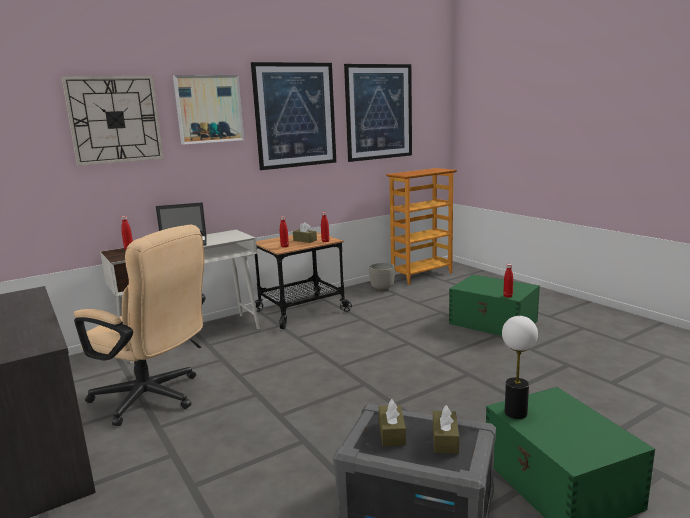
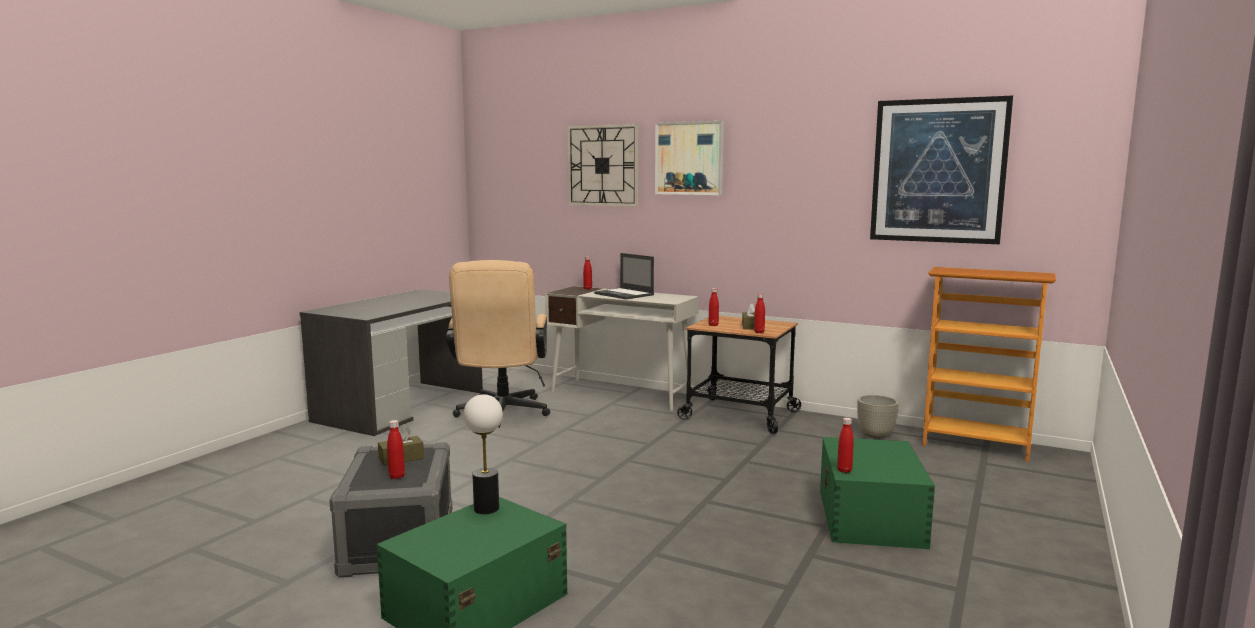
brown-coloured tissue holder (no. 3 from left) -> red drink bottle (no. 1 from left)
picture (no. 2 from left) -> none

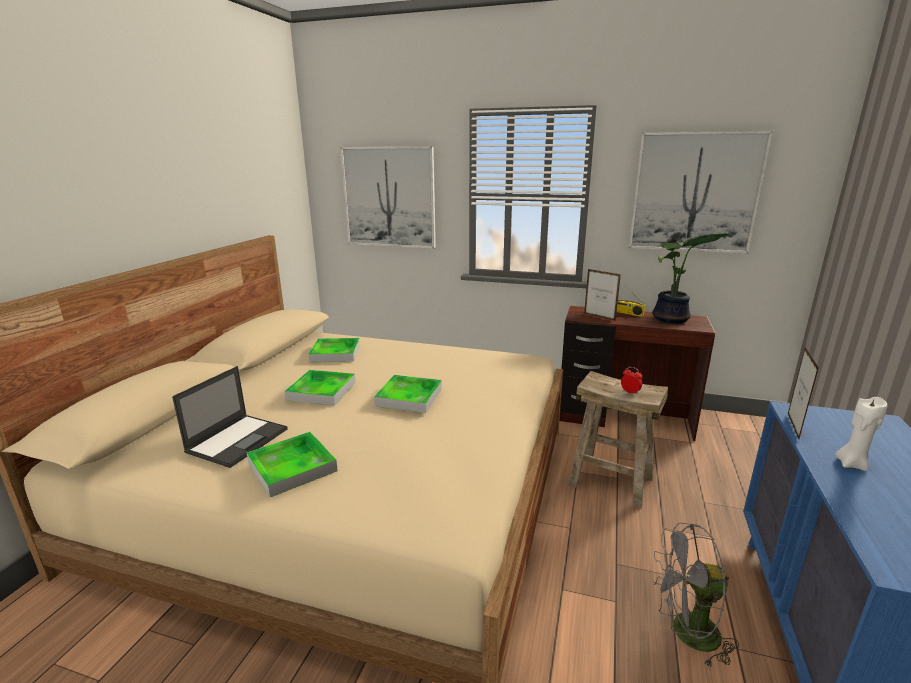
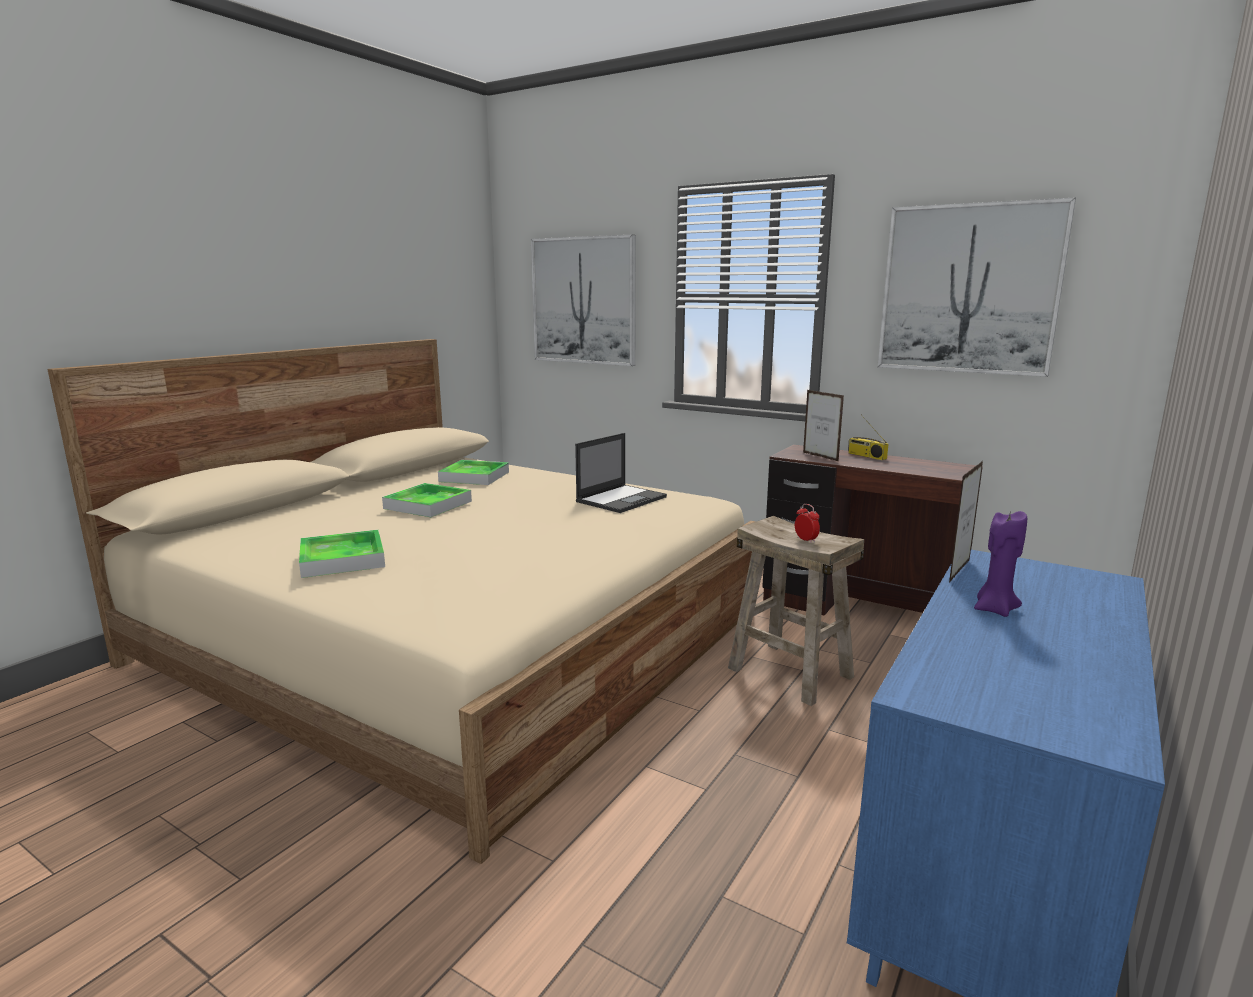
notebook computer, relocated
white wax candle -> purple wax candle
tray (no. 4 from left) -> none
houseplant -> none
gray fan -> none

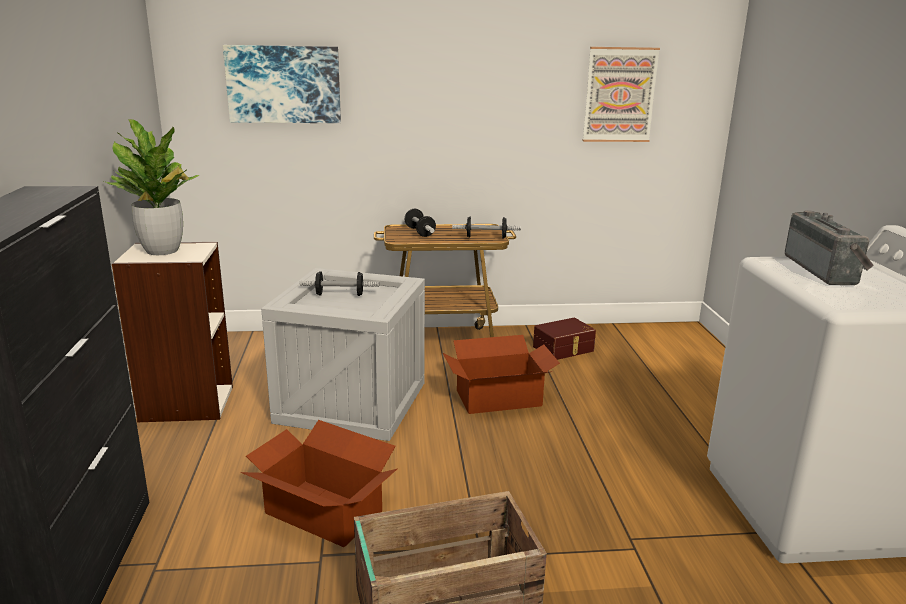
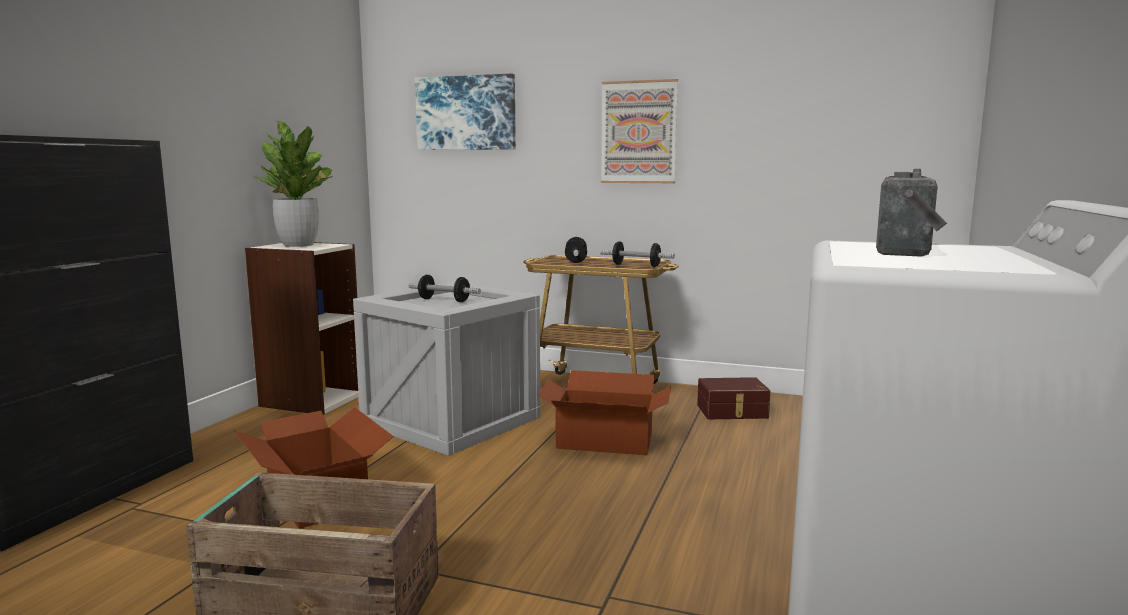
picture (no. 2 from left), relocated

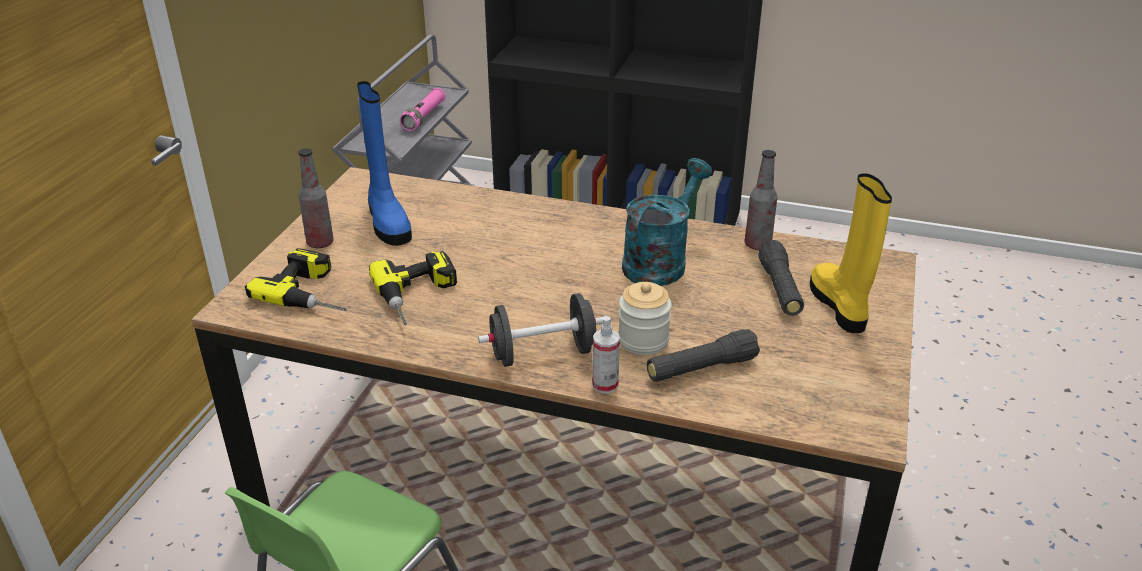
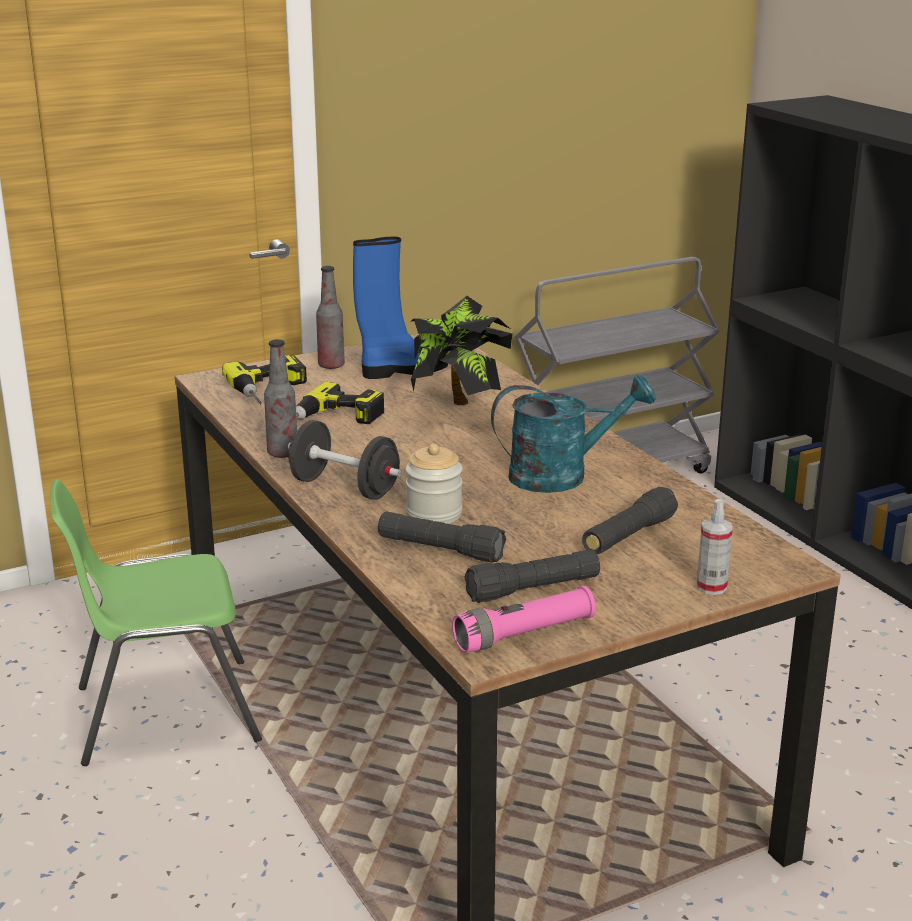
drink bottle (no. 2 from left in the first image) -> drink bottle (no. 1 from left), relocated
bluish high-top boot, 135 degrees counterclockwise
none -> houseplant
pink-coloured hand torch, relocated
none -> black hand torch (no. 2 from left)
sprayer, relocated
yellow high-top boot -> none

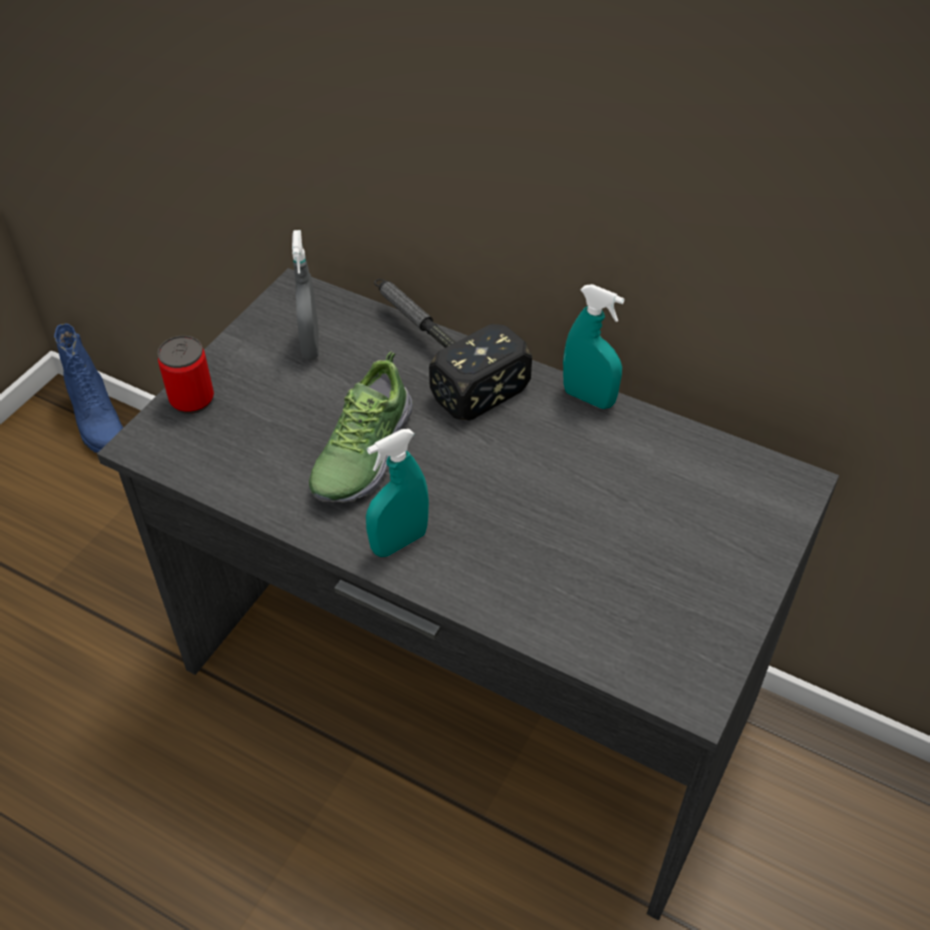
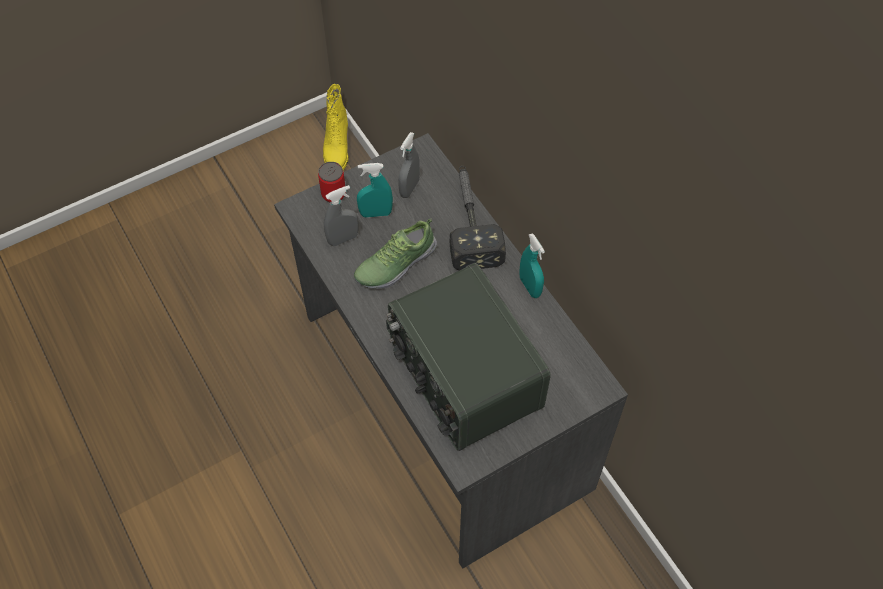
bluish high-top boot -> yellow high-top boot
none -> gray sprayer (no. 1 from left)
blue-green sprayer (no. 1 from left), relocated
none -> radio

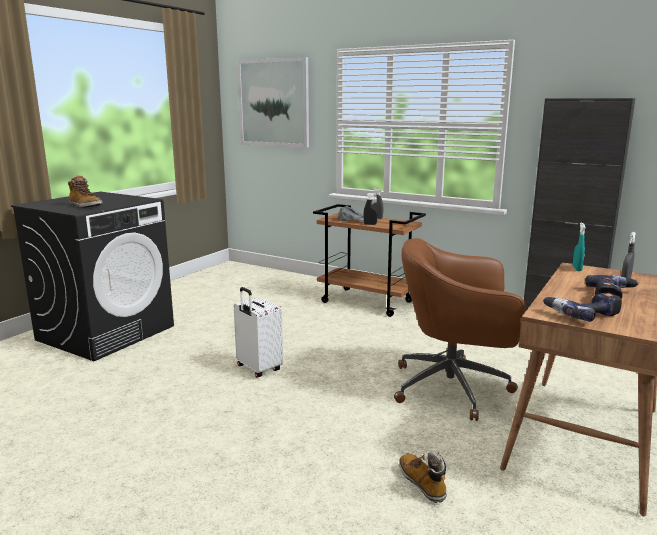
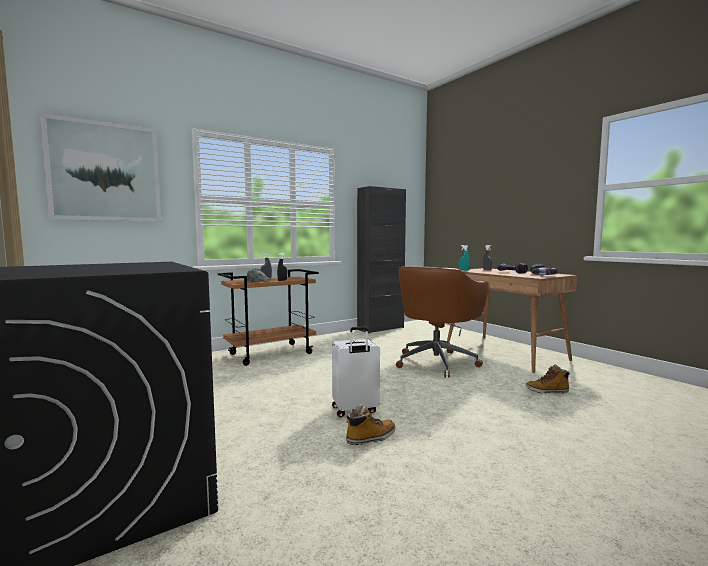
high-top boot (no. 1 from left), relocated

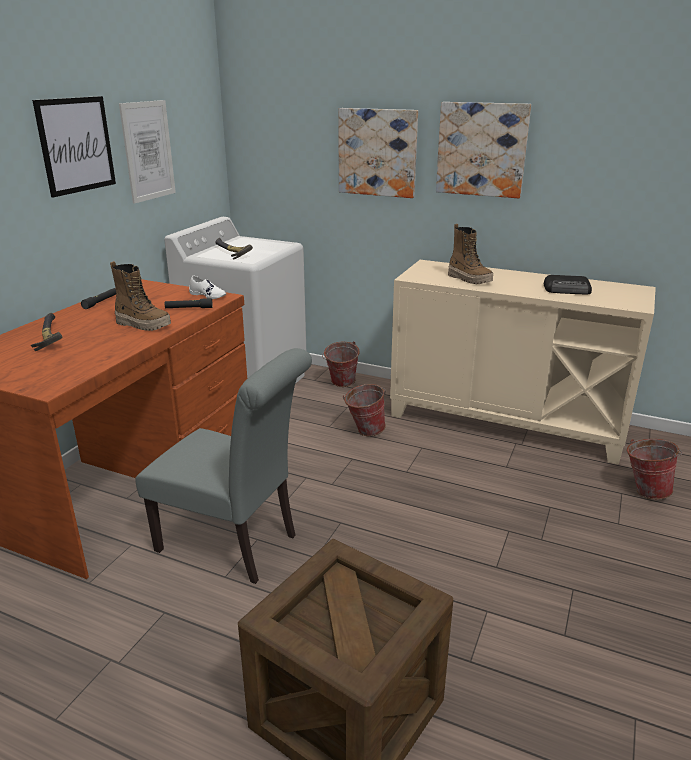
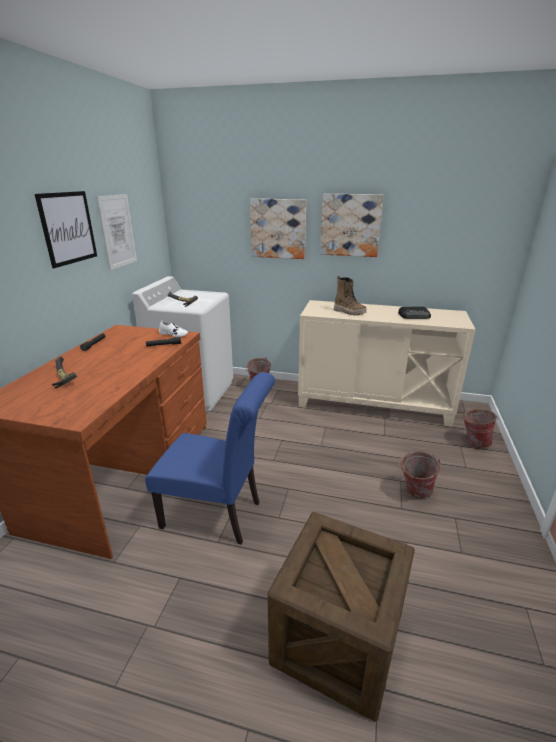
gray upright chair -> bluish upright chair
pail (no. 2 from left), relocated
high-top boot (no. 1 from left) -> none

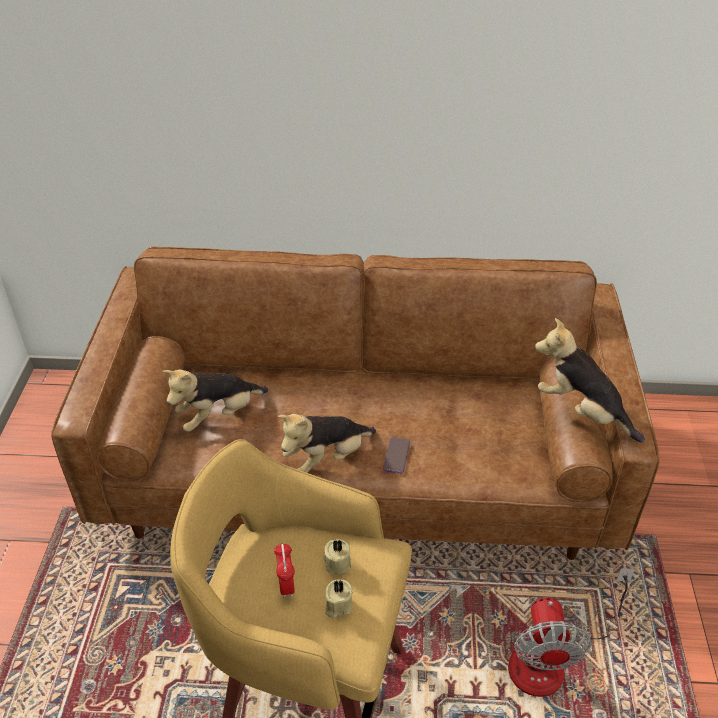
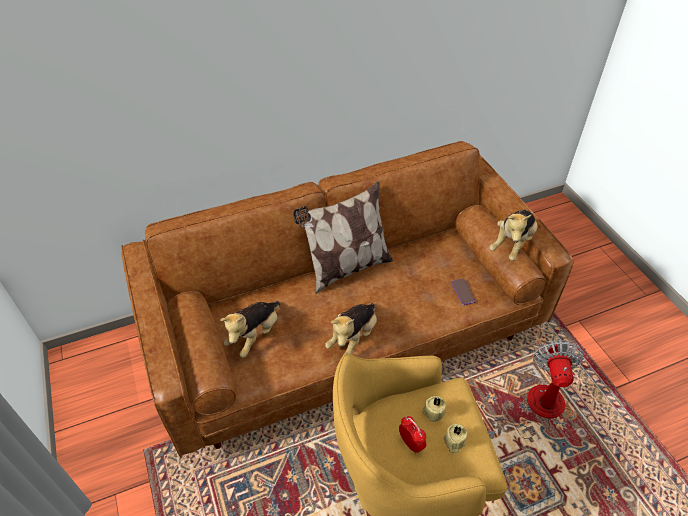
none -> throw pillow
telephone, relocated
fan, 150 degrees counterclockwise
cuddly toy (no. 3 from left), 75 degrees counterclockwise

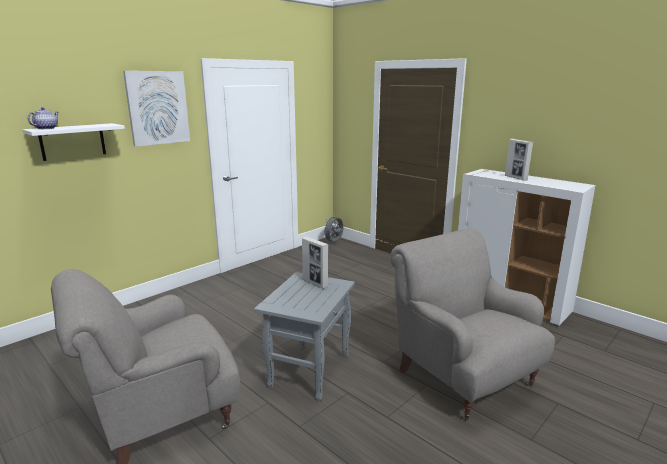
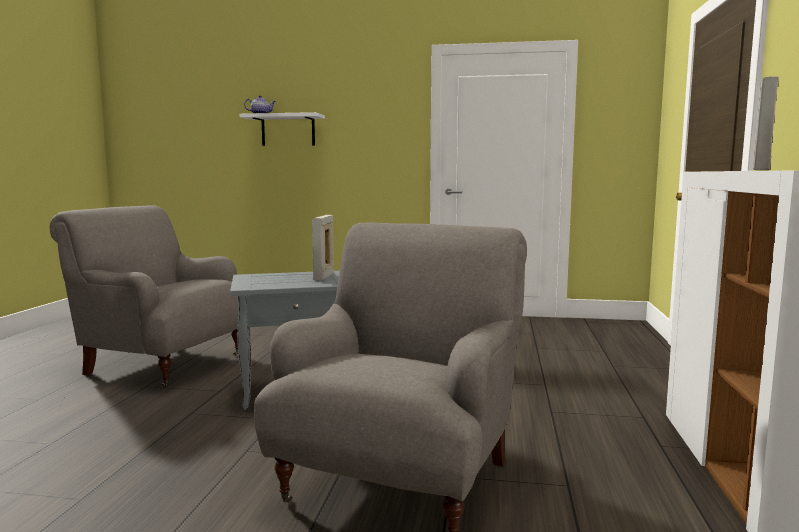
picture -> none
gray fan -> none

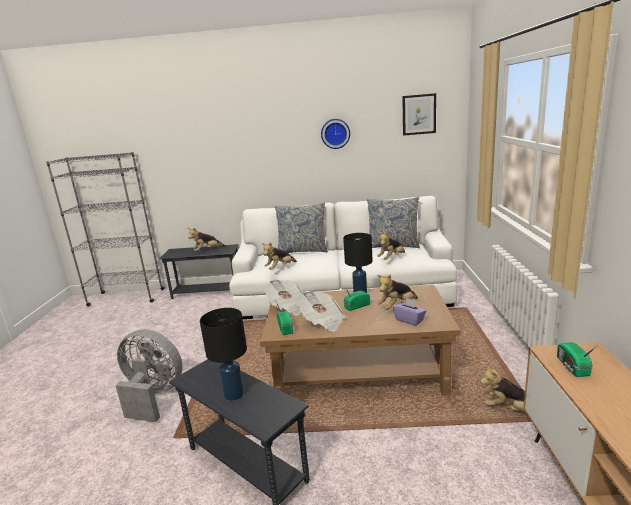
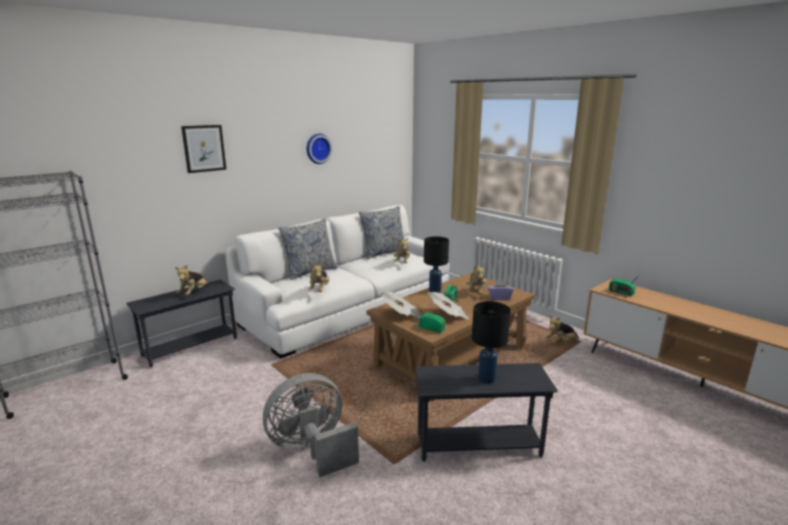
picture, relocated

